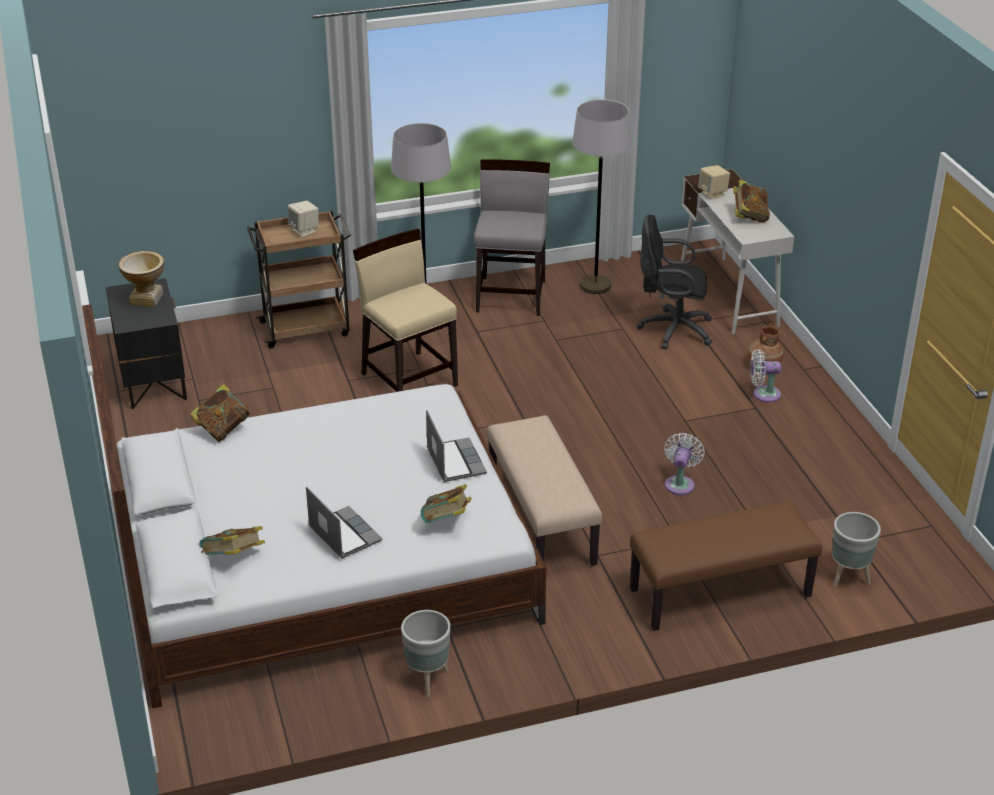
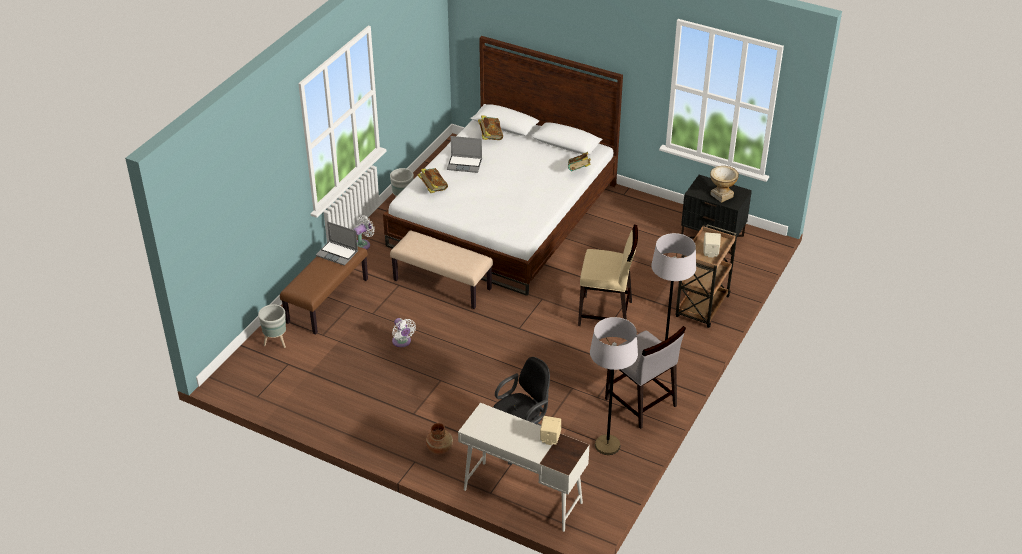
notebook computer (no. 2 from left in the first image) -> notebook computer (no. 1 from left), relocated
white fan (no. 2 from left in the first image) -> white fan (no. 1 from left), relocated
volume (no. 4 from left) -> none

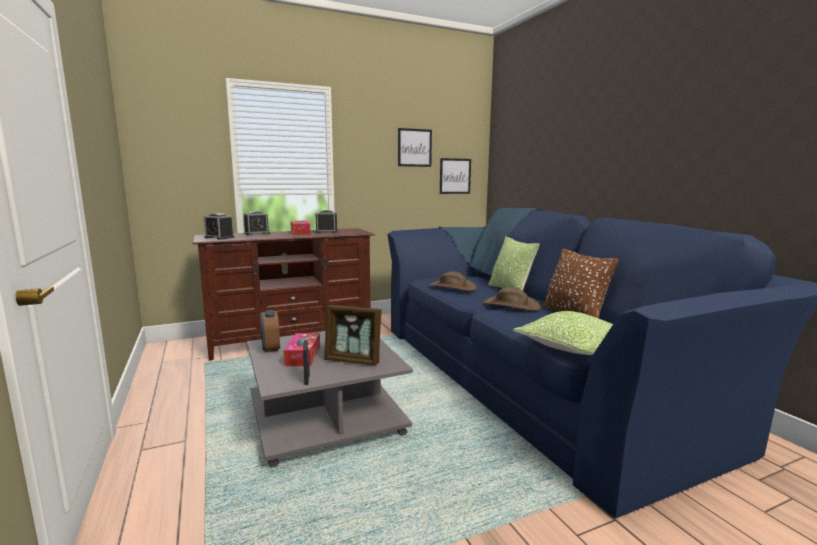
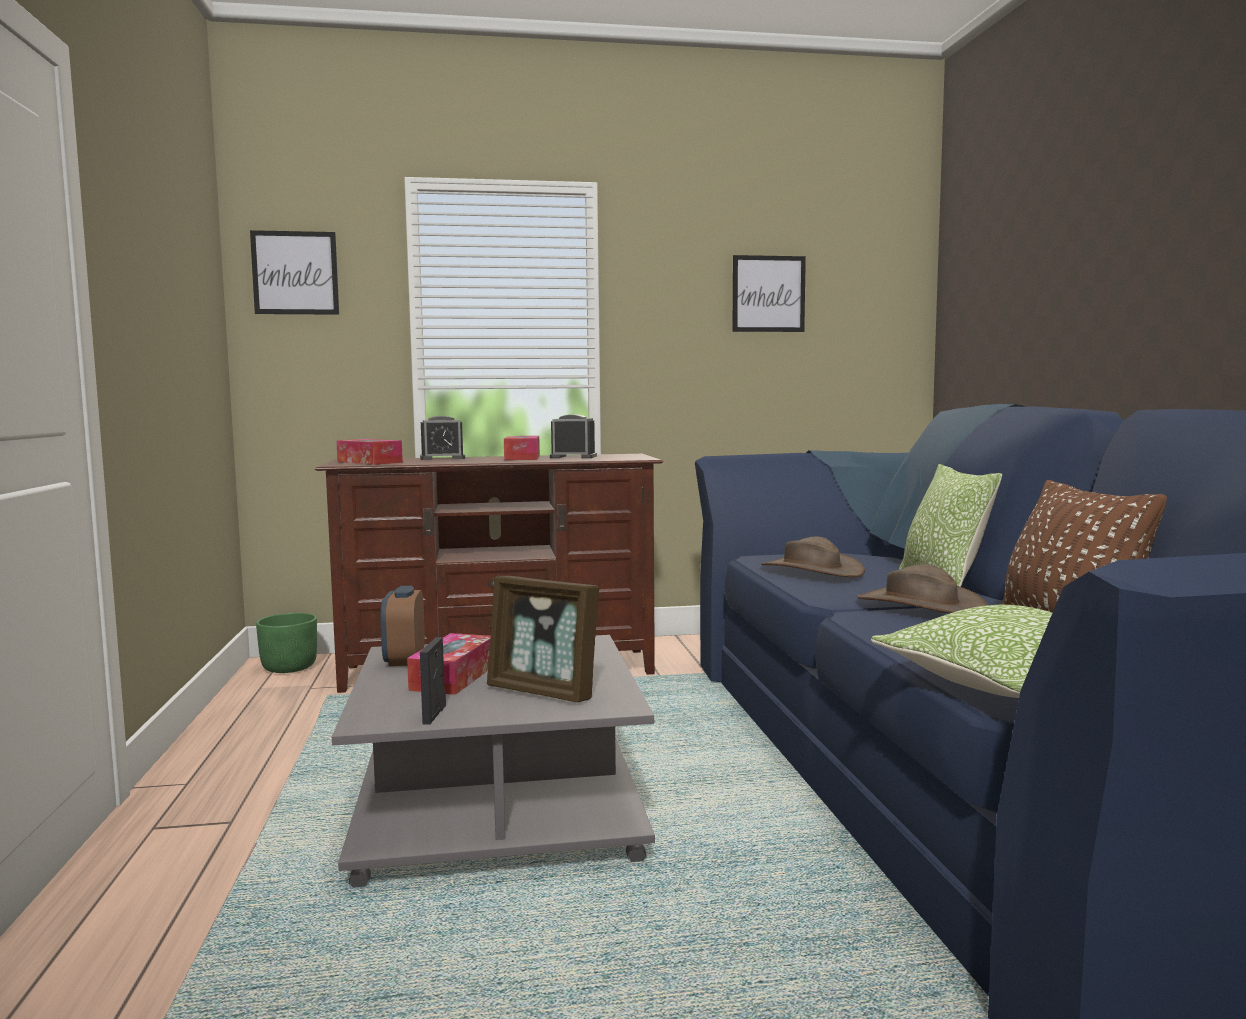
picture (no. 2 from left in the first image) -> picture (no. 1 from left), relocated
none -> greenish plant pot
bedside clock (no. 1 from left) -> tissue holder (no. 1 from left)

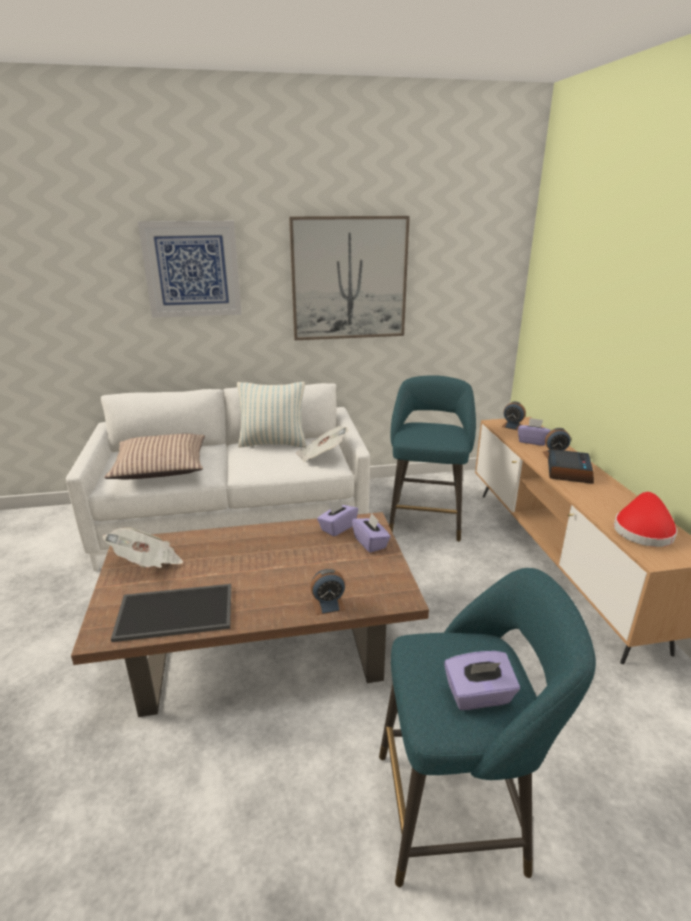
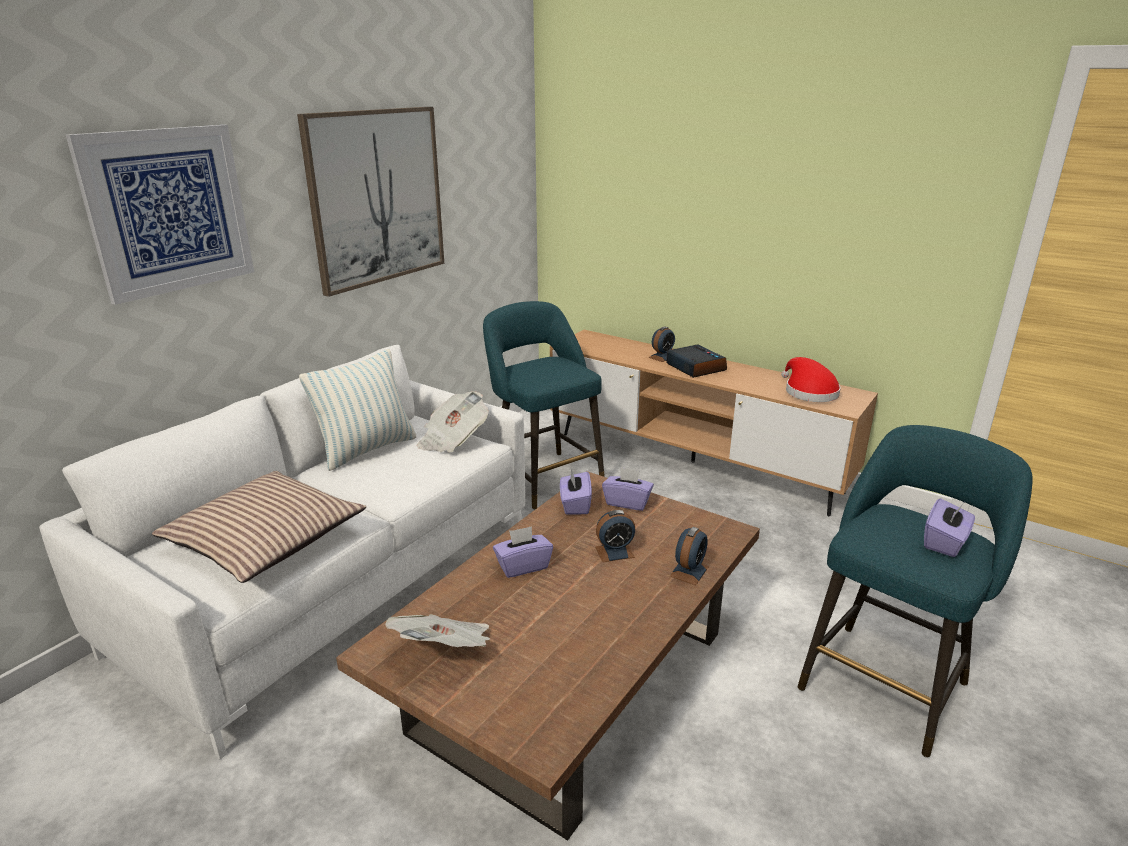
purple tissue holder (no. 4 from left in the first image) -> purple tissue holder (no. 1 from left), relocated
bedside clock (no. 2 from left in the first image) -> bedside clock (no. 1 from left), relocated
tray -> none

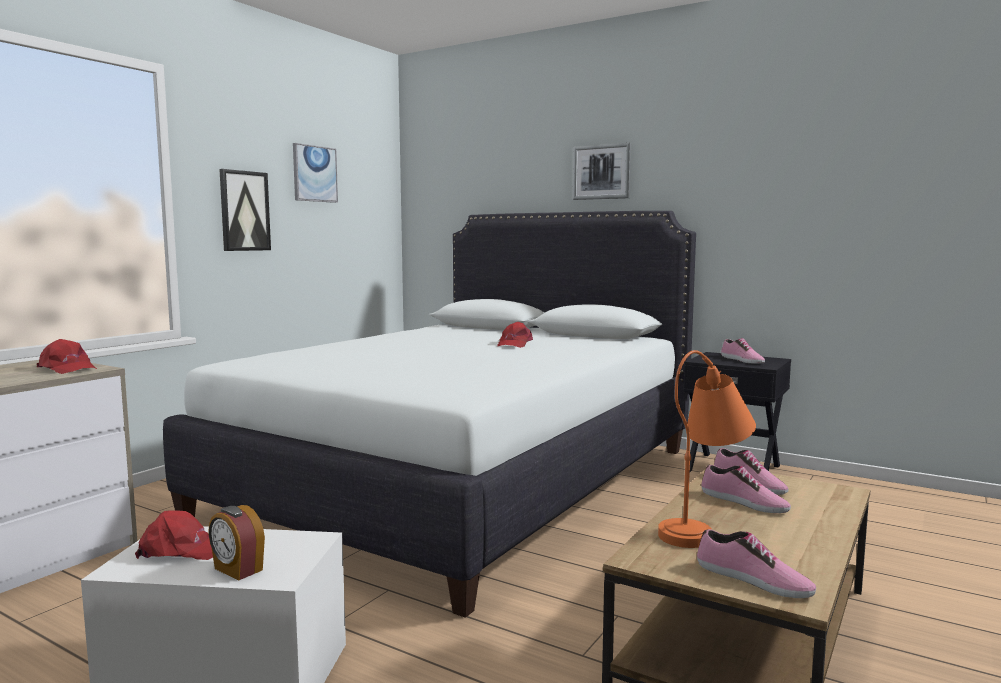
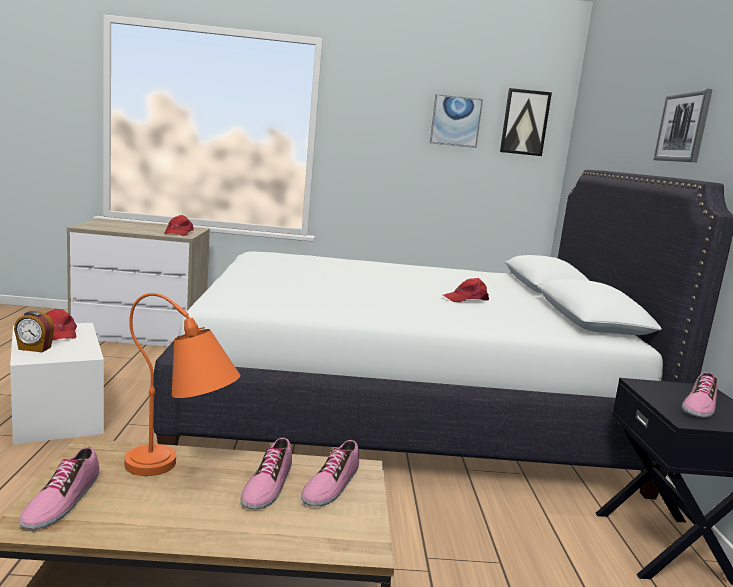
bedside clock, 90 degrees counterclockwise
picture (no. 1 from left in the first image) -> picture (no. 2 from left), relocated

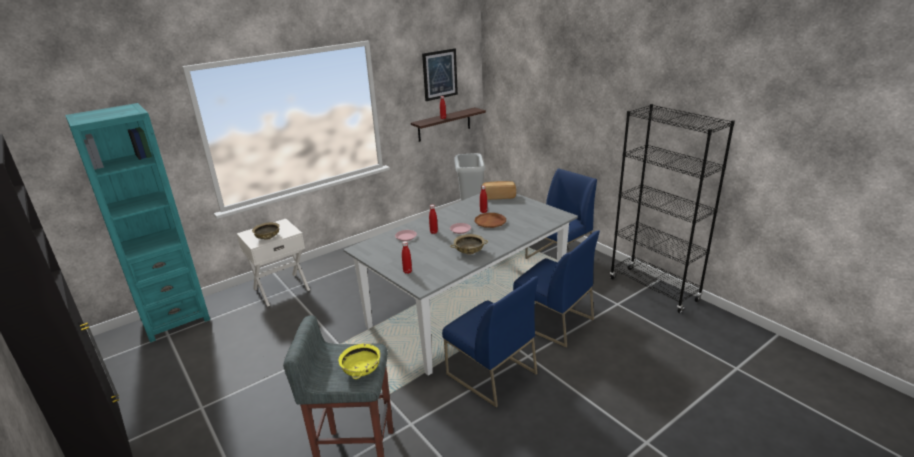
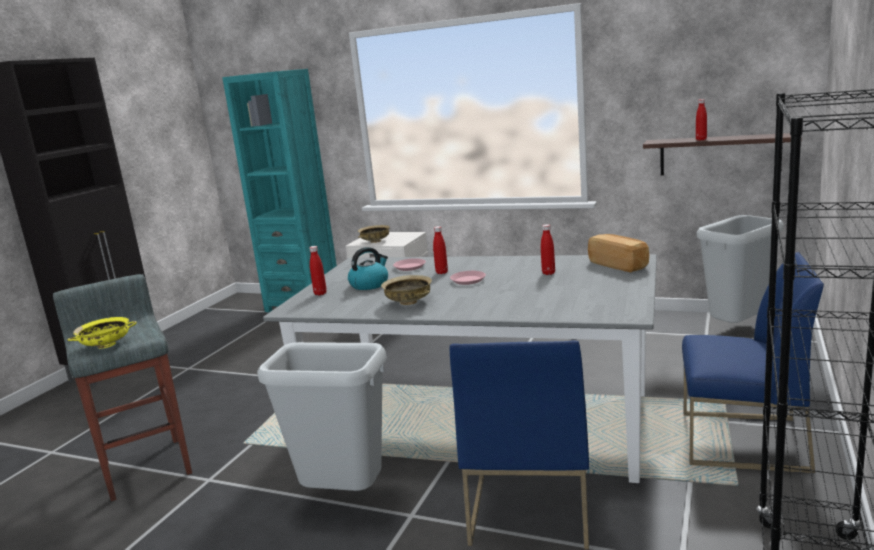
bluish upright chair (no. 1 from left) -> gray rubbish bin (no. 1 from left)
none -> kettle
picture -> none
brown-coloured plate -> none

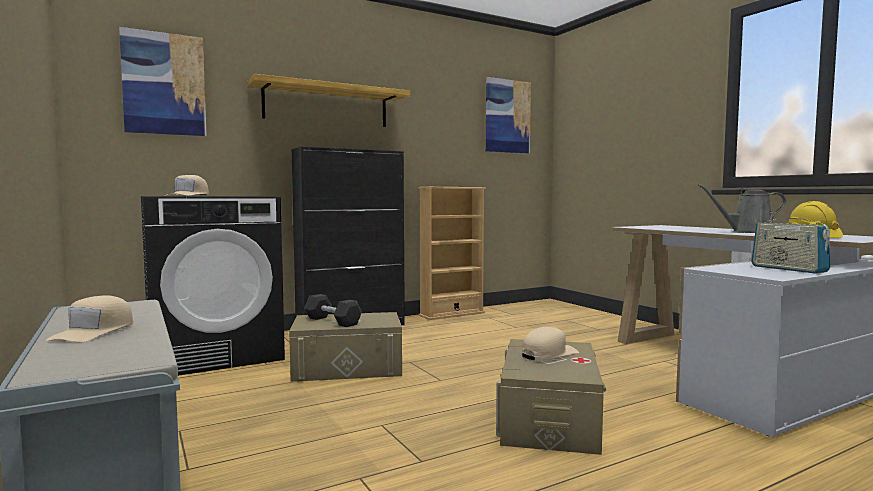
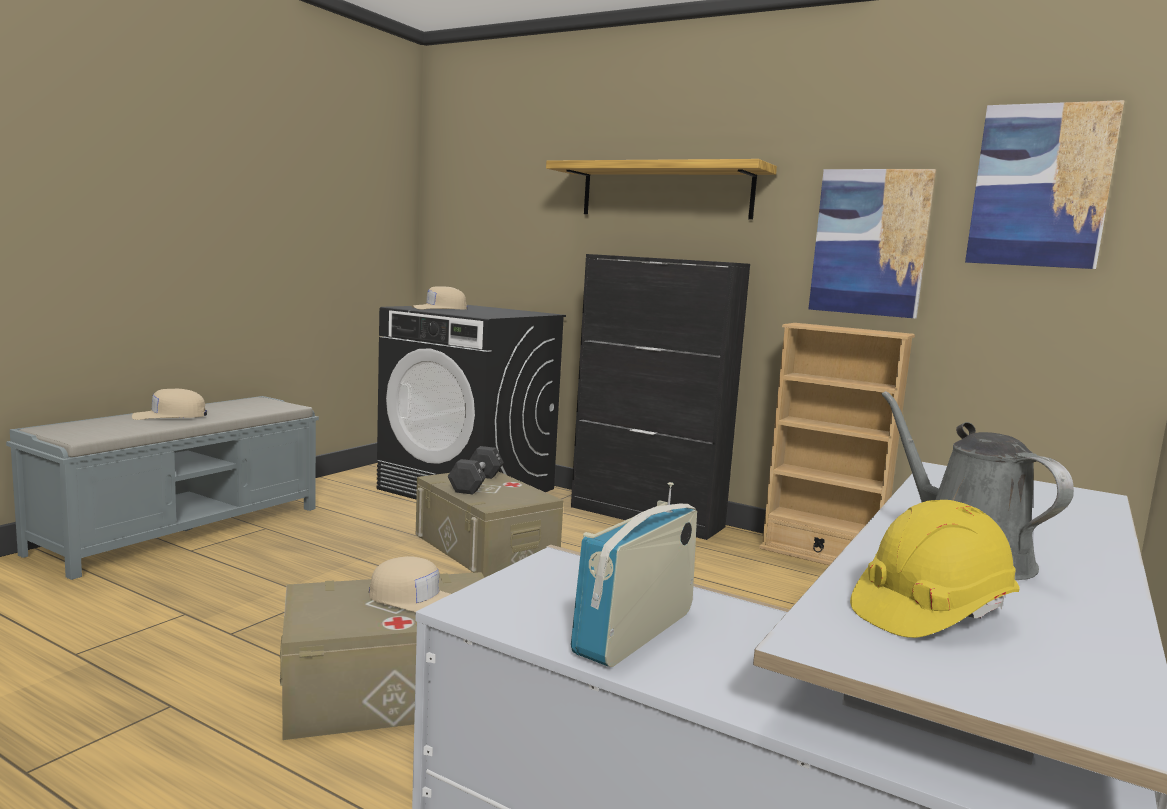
picture (no. 1 from left), relocated

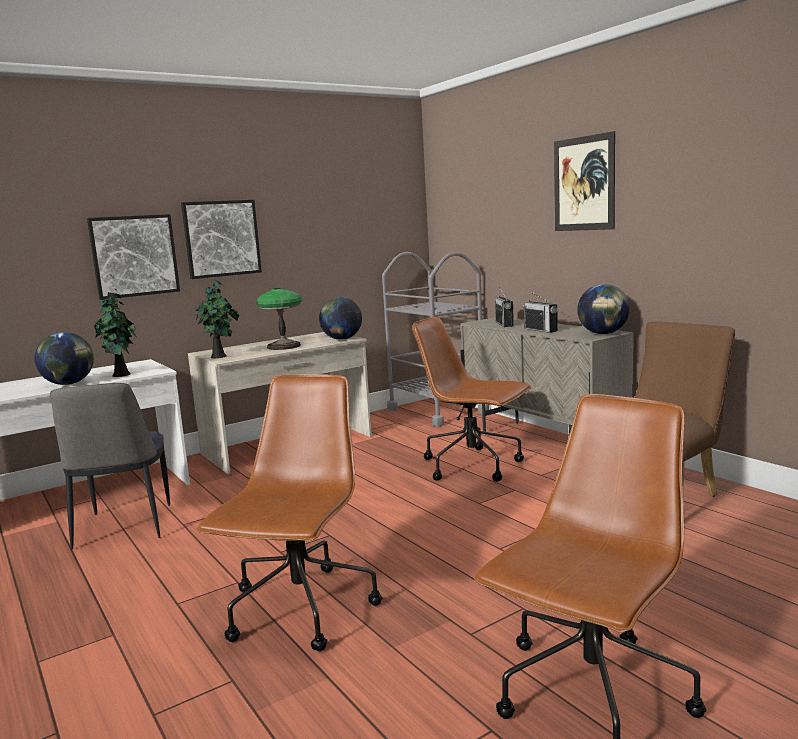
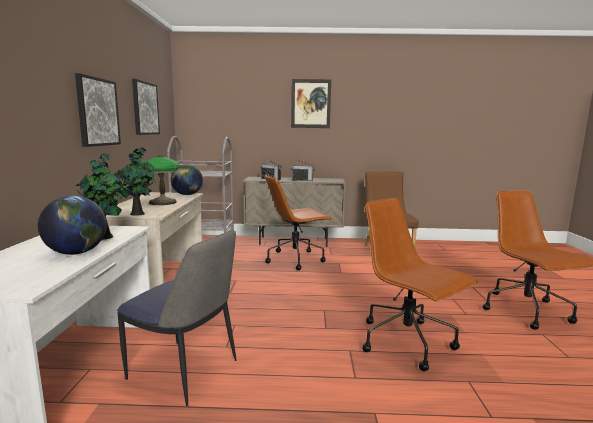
picture (no. 1 from left in the first image) -> picture (no. 2 from left), relocated
globe (no. 3 from left) -> none

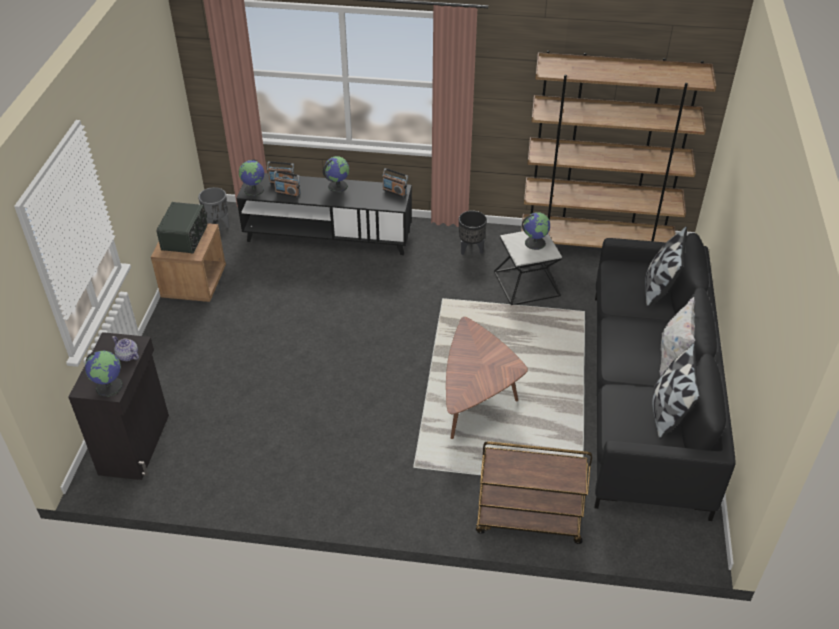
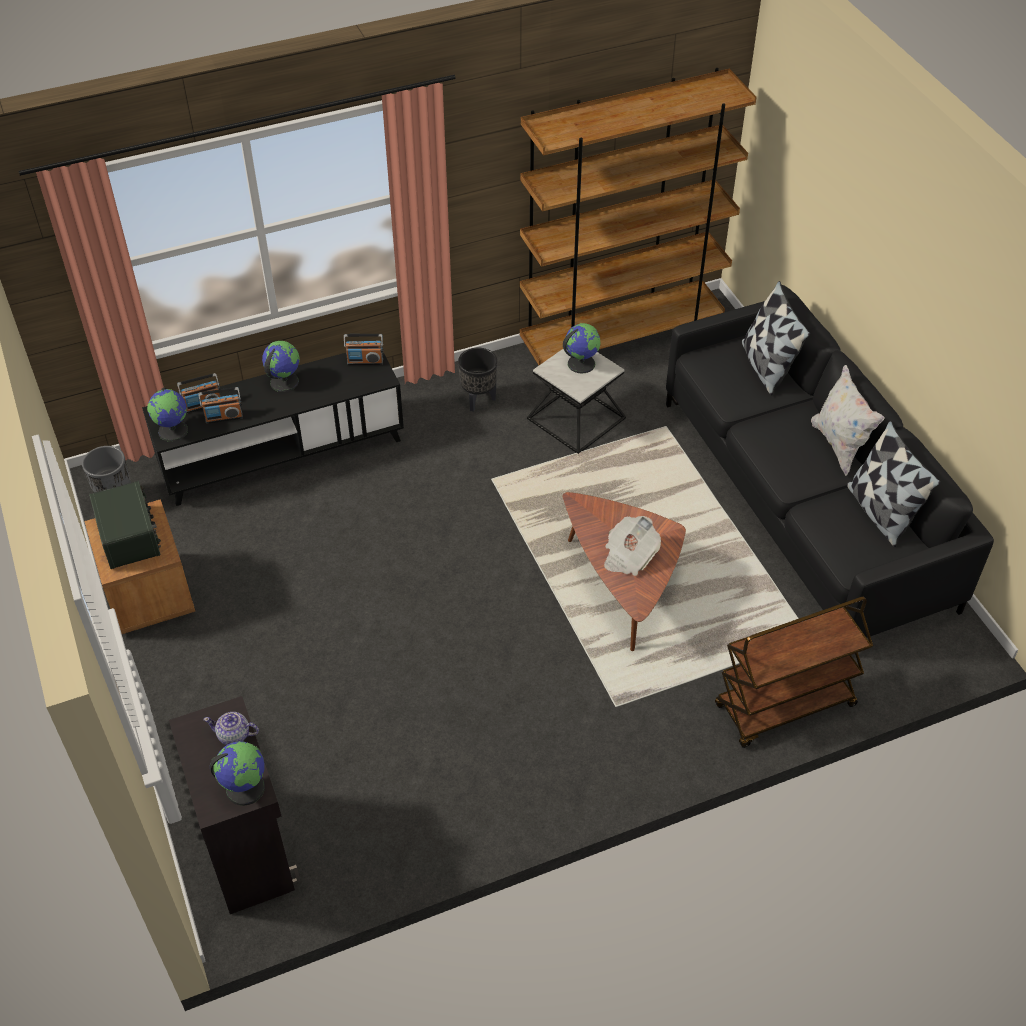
none -> printed paper

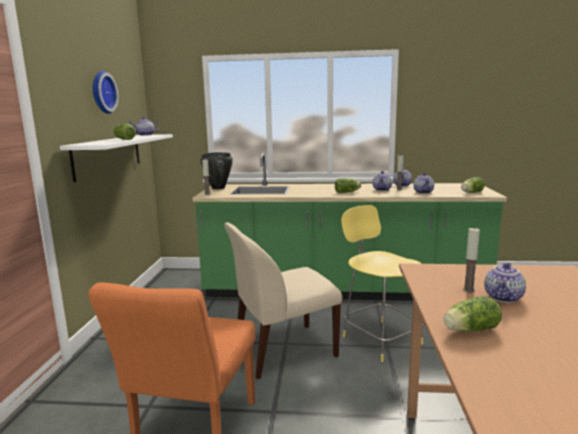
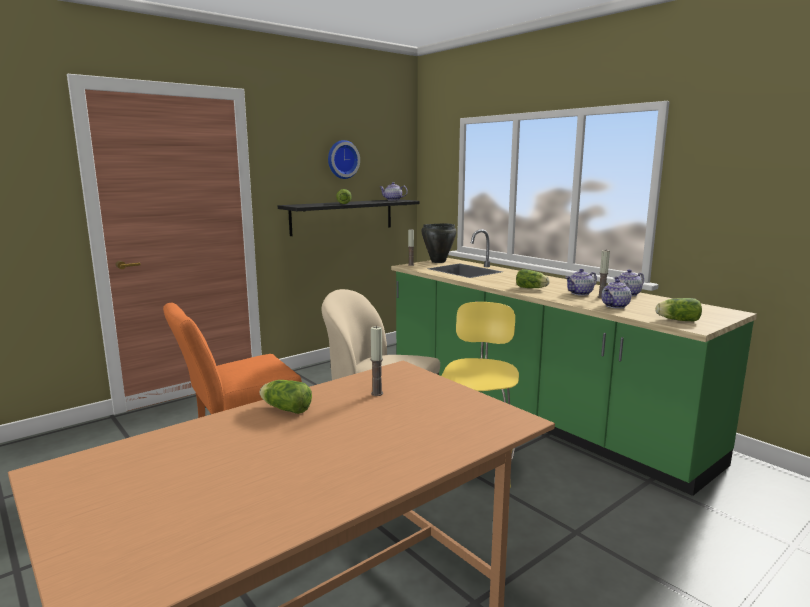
white wall shelf -> black wall shelf
pot for tea (no. 5 from left) -> none

